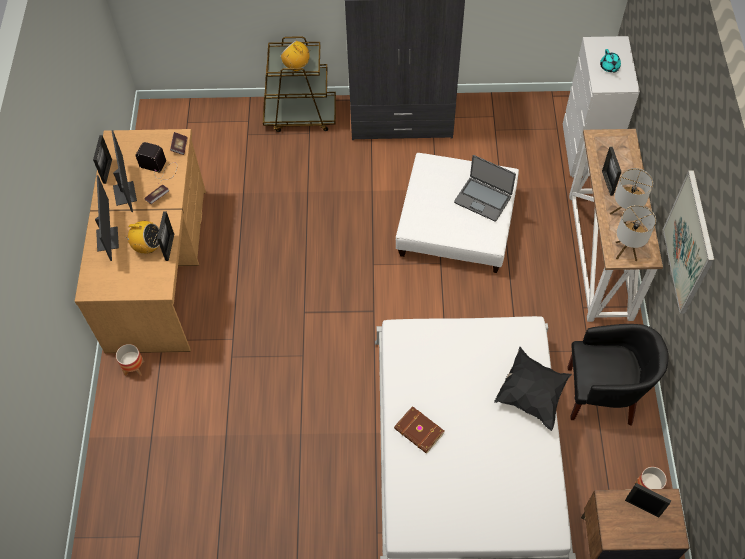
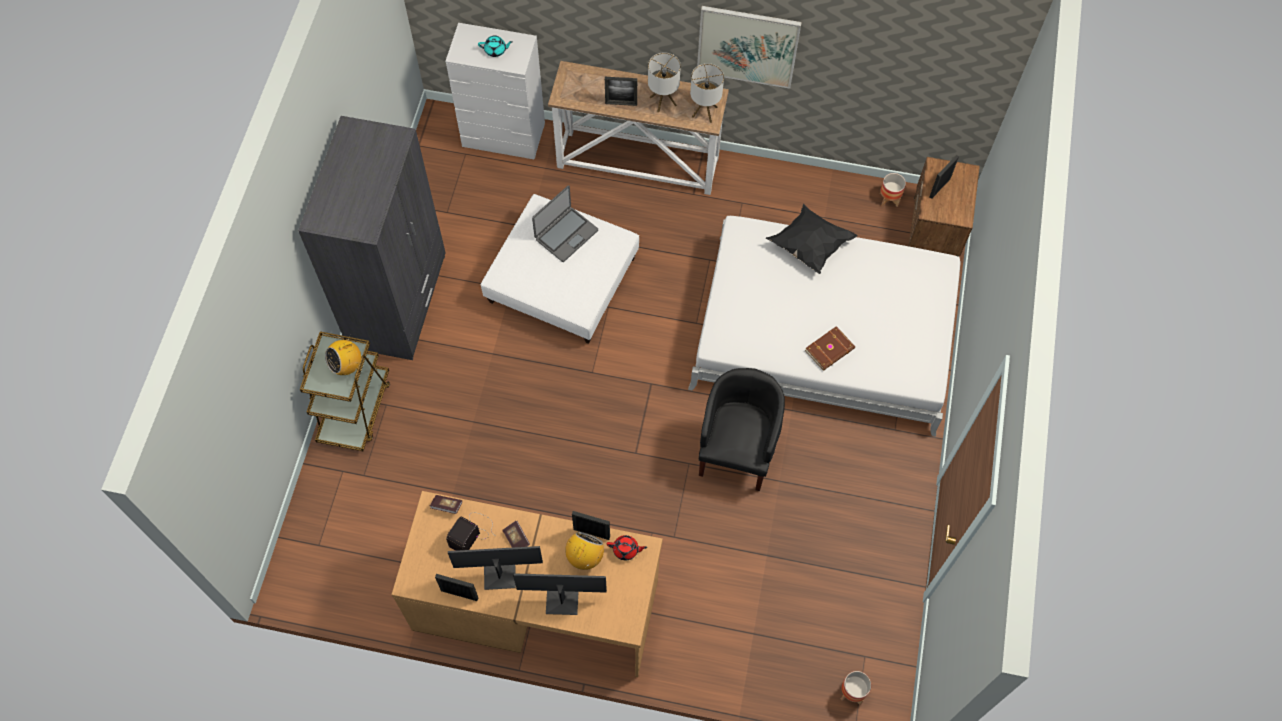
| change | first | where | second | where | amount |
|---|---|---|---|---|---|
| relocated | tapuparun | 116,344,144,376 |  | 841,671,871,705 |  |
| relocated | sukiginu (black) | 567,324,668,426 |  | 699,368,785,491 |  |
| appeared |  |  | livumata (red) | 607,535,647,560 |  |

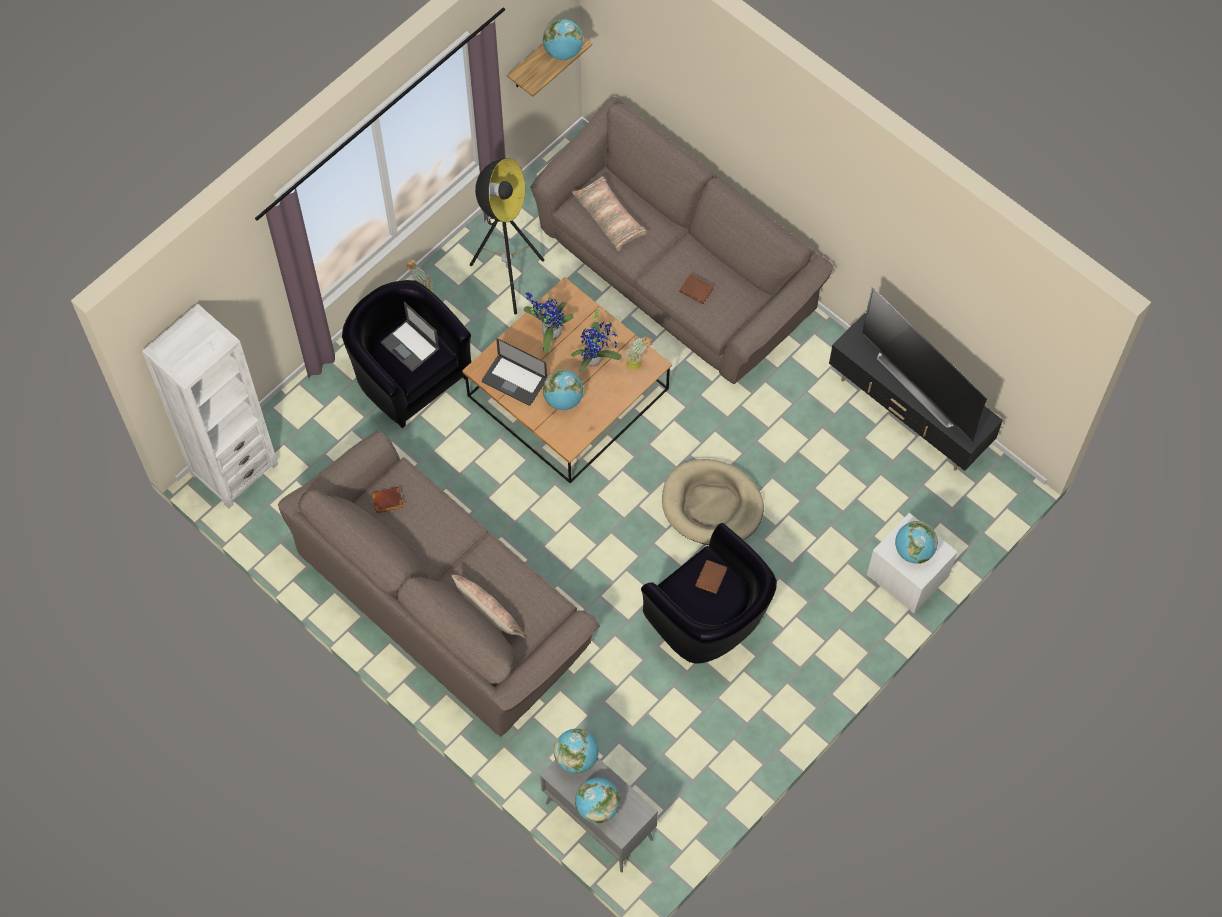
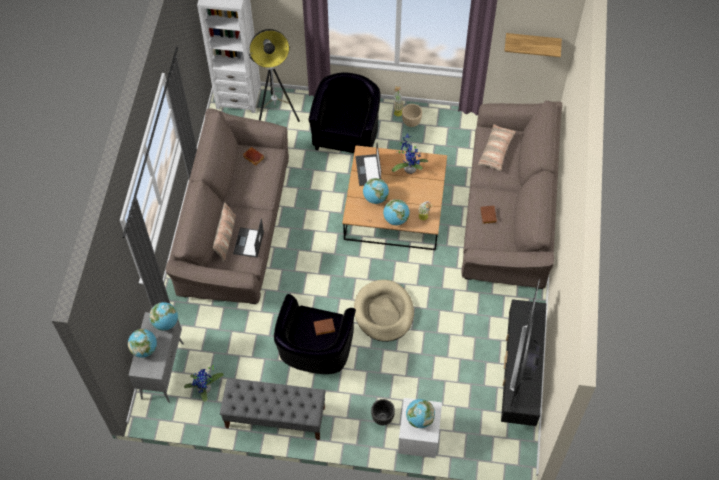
| change | first | where | second | where | amount |
|---|---|---|---|---|---|
| relocated | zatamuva | 381,302,440,372 |  | 233,218,264,258 |  |
| relocated | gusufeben | 470,158,544,315 |  | 248,29,300,122 |  |
| relocated | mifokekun | 543,19,583,60 |  | 383,199,409,225 |  |
| relocated | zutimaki | 571,306,622,373 |  | 184,365,224,402 |  |
| appeared |  |  | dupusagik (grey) | 220,378,326,440 |  |
| appeared |  |  | tapuparun (black) | 371,399,395,425 |  |
| appeared |  |  | tapuparun (beige) | 402,104,422,127 |  |

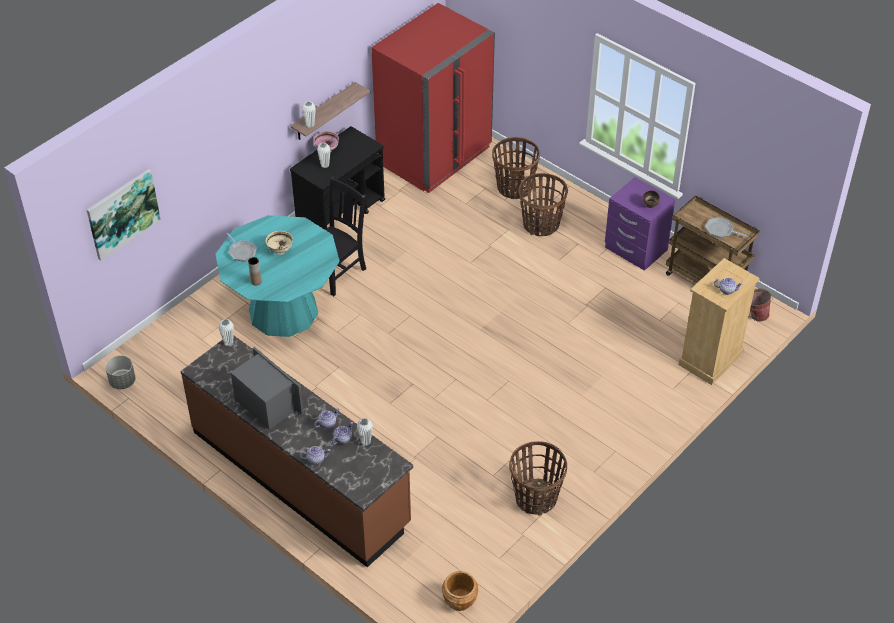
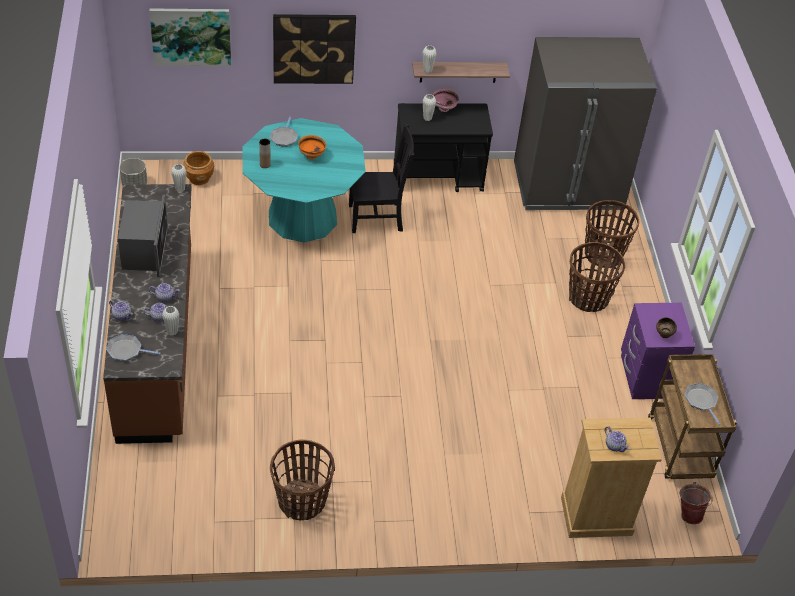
| change | first | where | second | where | amount |
|---|---|---|---|---|---|
| colour | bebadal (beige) | 266,231,293,255 | bebadal (orange) | 298,135,326,159 |  |
| colour | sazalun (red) | 371,3,495,193 | sazalun (grey) | 514,37,657,210 |  |
| relocated | tapuparun (brown) | 442,571,478,611 |  | 183,151,214,185 |  |
| appeared |  |  | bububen | 106,334,161,361 |  |
| appeared |  |  | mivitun | 273,14,356,84 |  |

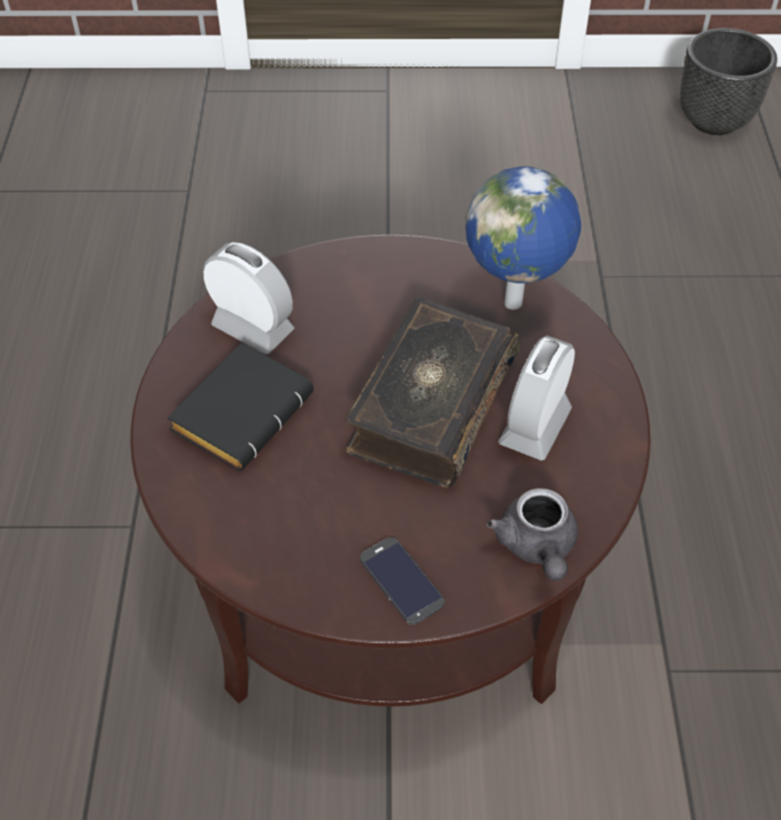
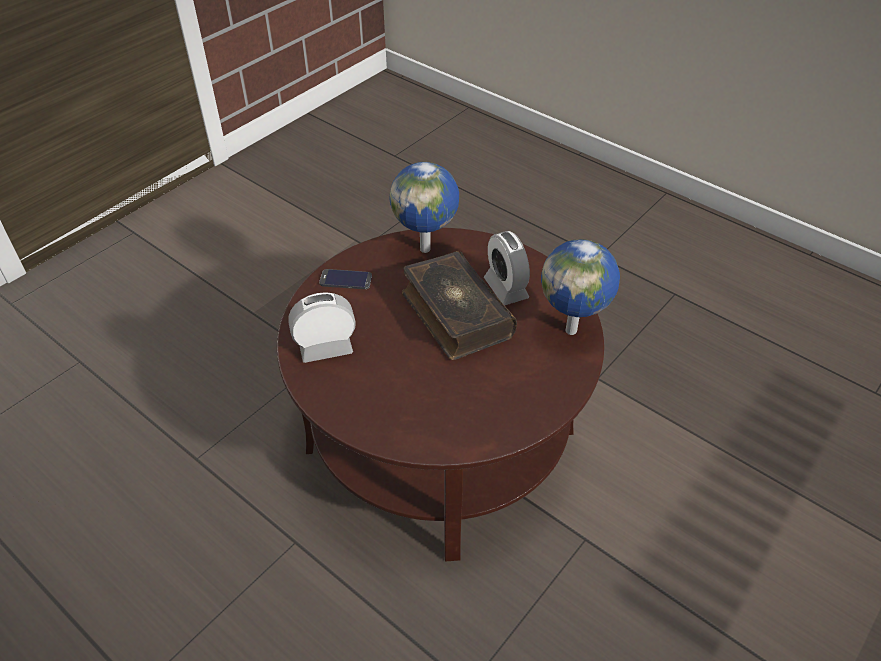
| change | first | where | second | where | amount |
|---|---|---|---|---|---|
| missing | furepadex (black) | 167,342,314,471 |  |  |  |
| relocated | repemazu | 360,537,445,625 |  | 319,269,372,289 |  |
| exchanged | livumata (grey) | 487,488,578,581 | mifokekun | 541,239,620,335 |  |
| missing | tapuparun (black) | 680,28,777,135 |  |  |  |

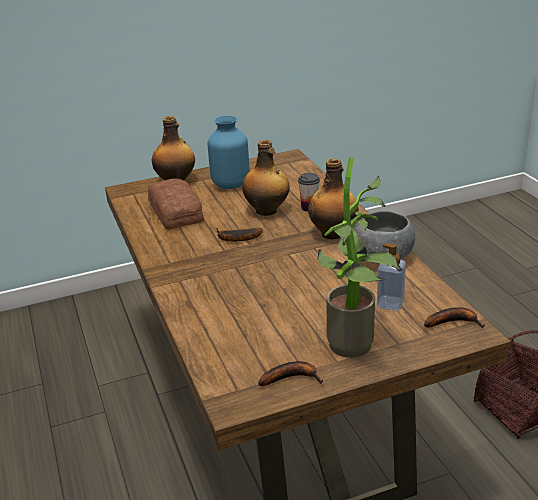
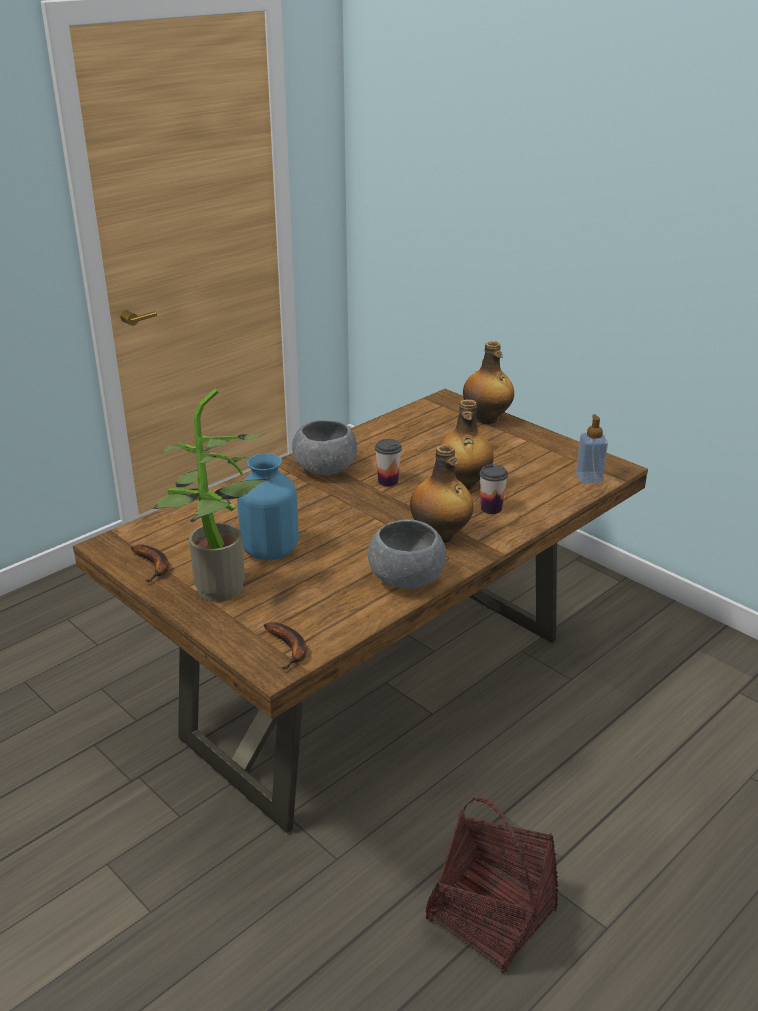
| change | first | where | second | where | amount |
|---|---|---|---|---|---|
| missing | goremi | 148,178,204,230 |  |  |  |
| relocated | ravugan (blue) | 207,116,250,189 |  | 237,453,299,561 |  |
| exchanged | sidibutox | 216,228,263,242 | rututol | 375,439,402,486 |  |
| relocated | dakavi | 377,244,406,311 |  | 576,414,608,483 |  |
| appeared |  |  | bebadal (grey) | 292,420,357,475 |  |

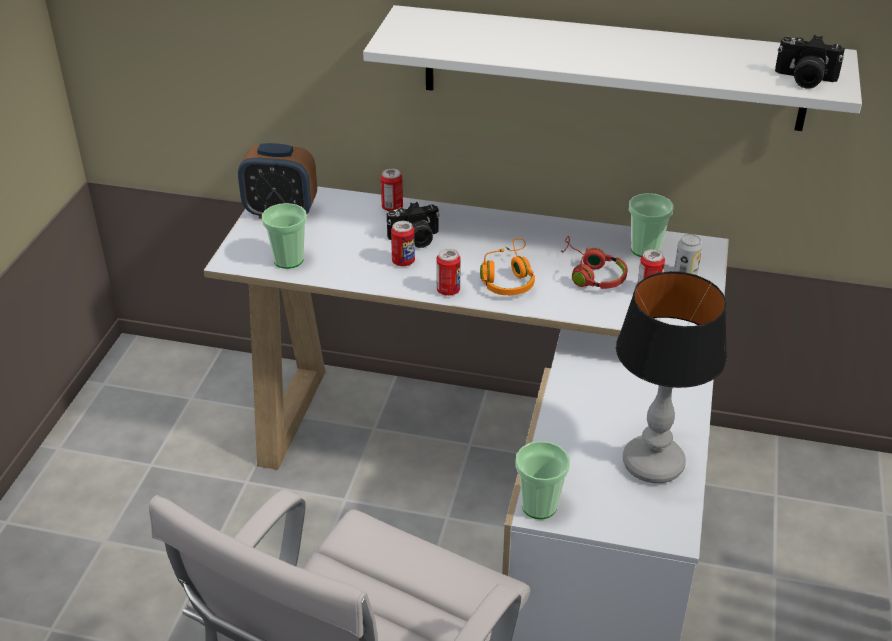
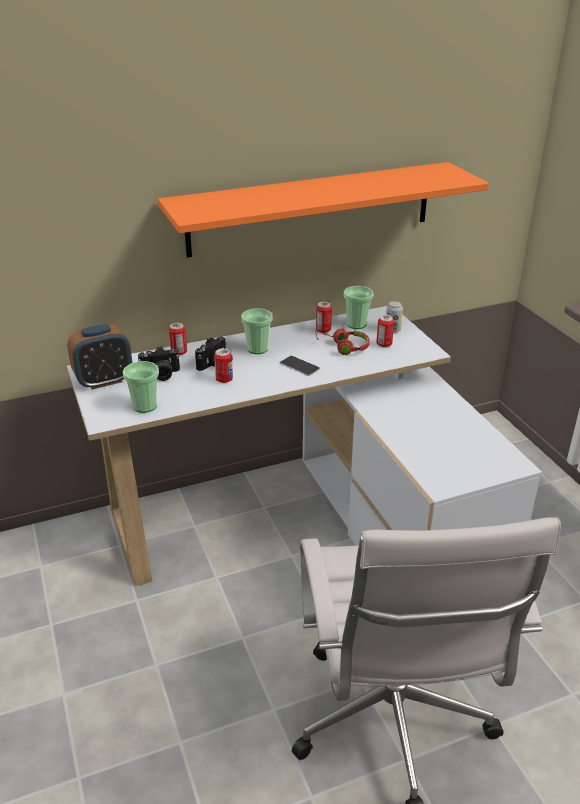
| change | first | where | second | where | amount |
|---|---|---|---|---|---|
| colour | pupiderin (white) | 363,5,862,131 | pupiderin (orange) | 158,162,489,258 |  |
| relocated | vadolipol | 436,249,461,296 |  | 316,302,332,333 |  |
| exchanged | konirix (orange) | 480,238,535,295 | repemazu | 280,356,320,376 |  |
| relocated | rututol | 515,441,570,519 |  | 241,308,273,354 |  |
| missing | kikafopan | 616,271,727,483 |  |  |  |
| relocated | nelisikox | 775,35,845,89 |  | 138,346,180,381 |  |

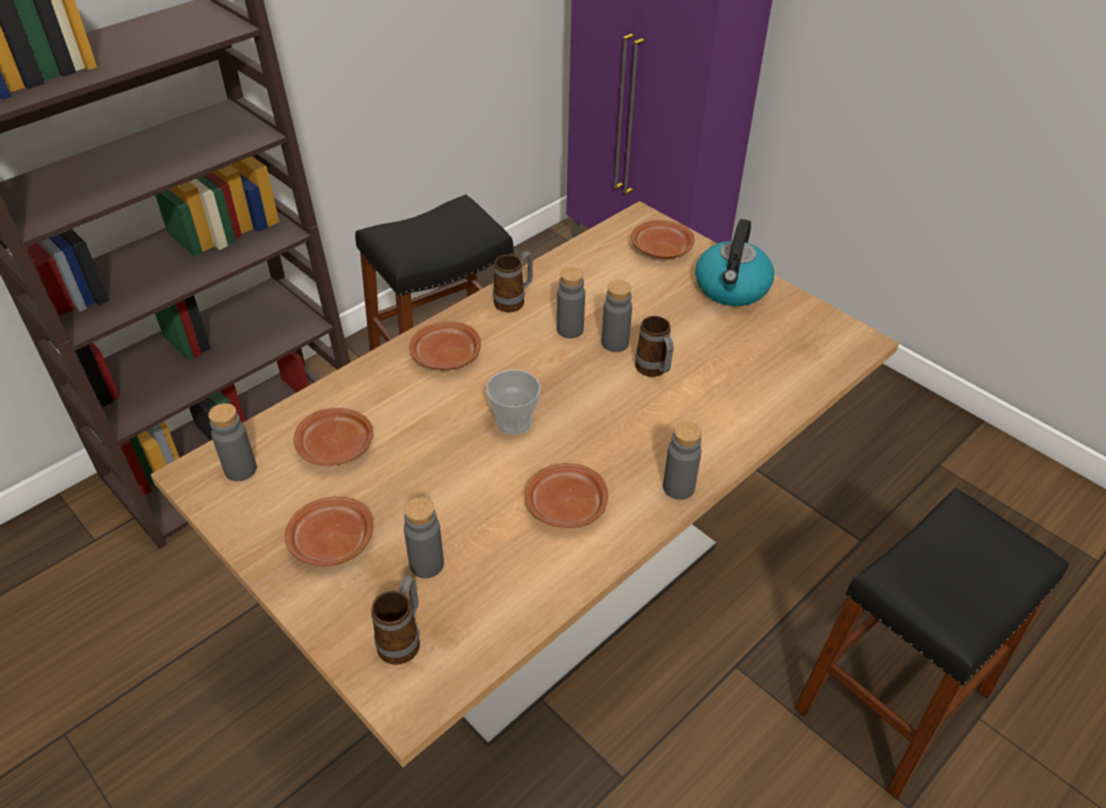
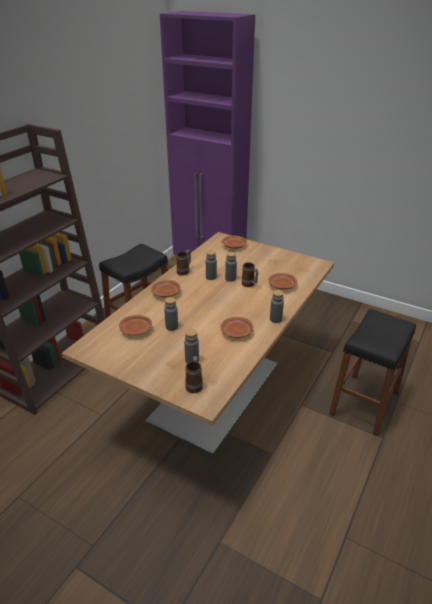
| change | first | where | second | where | amount |
|---|---|---|---|---|---|
| relocated | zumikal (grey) | 208,403,257,481 |  | 164,297,178,331 |  |
| relocated | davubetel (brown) | 284,497,373,566 |  | 268,273,297,290 |  |
| missing | rututol | 486,370,541,435 |  |  |  |
| missing | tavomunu | 695,219,774,306 |  |  |  |

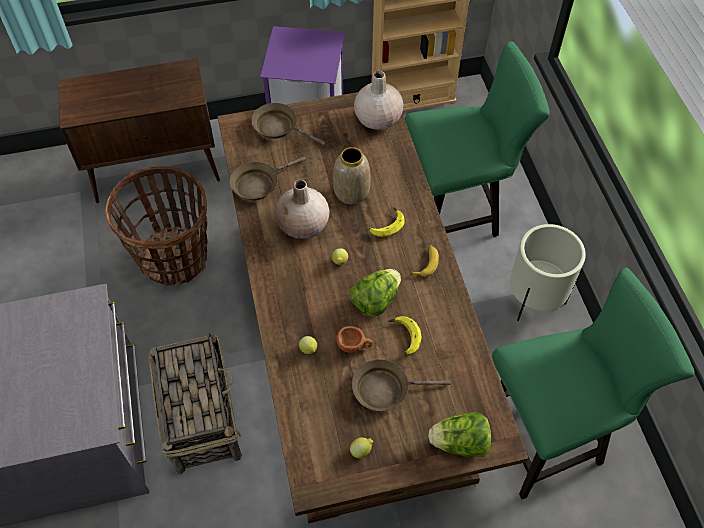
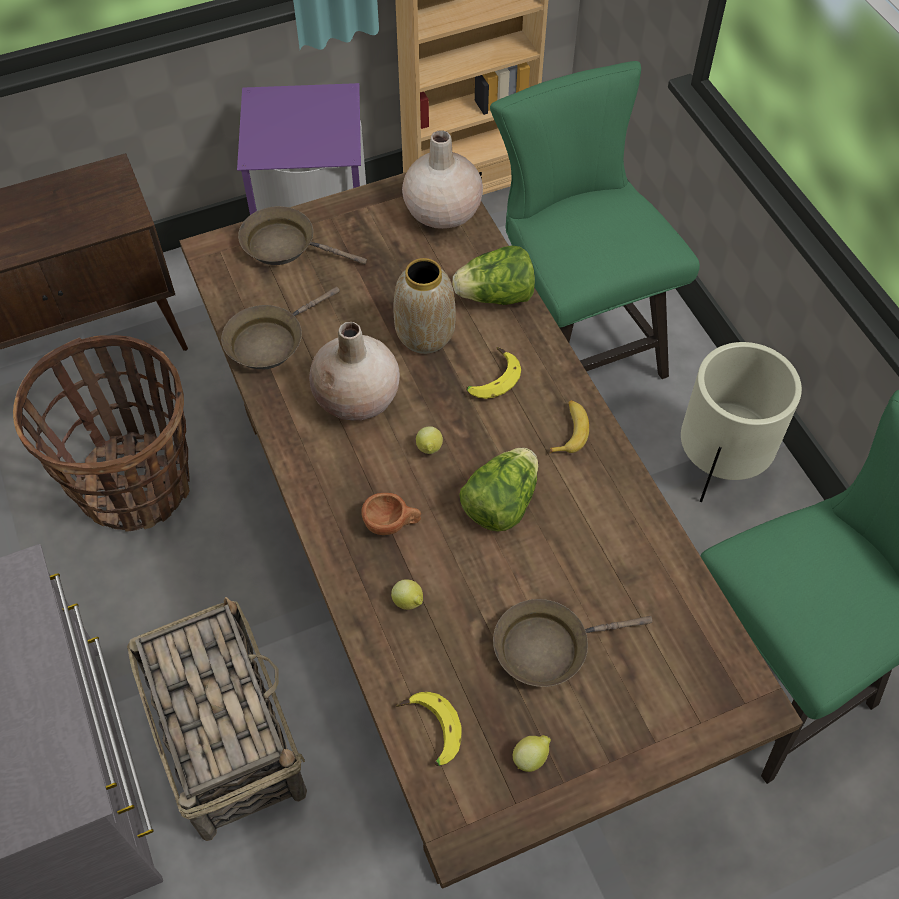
| change | first | where | second | where | amount |
|---|---|---|---|---|---|
| relocated | rututol (brown) | 336,326,373,353 |  | 361,493,421,535 |  |
| relocated | sidibutox | 387,316,422,355 |  | 396,692,462,766 |  |
| spun | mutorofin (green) | 405,41,550,237 |  | 490,61,700,379 | 90 degrees counterclockwise |
| relocated | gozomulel | 428,412,491,457 |  | 453,245,535,305 |  |

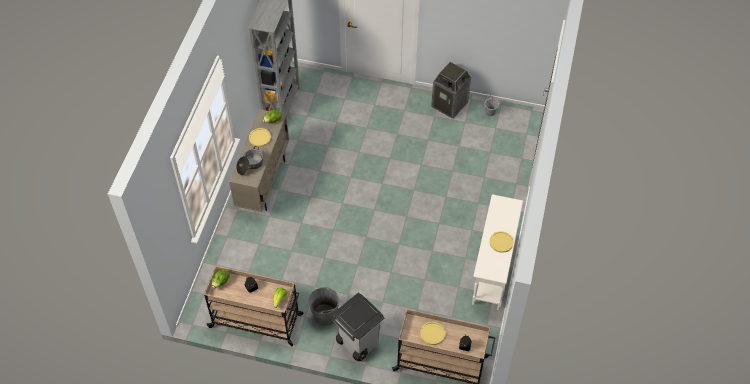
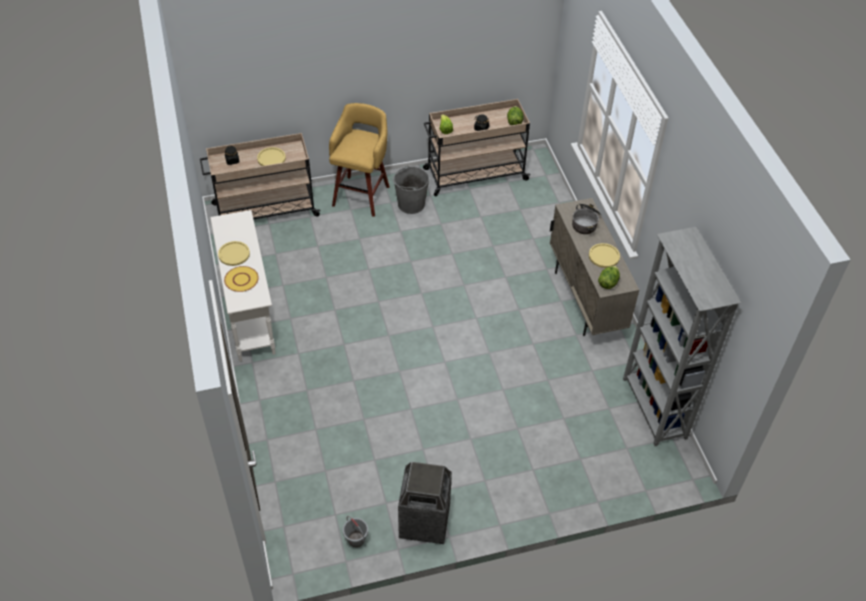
| change | first | where | second | where | amount |
|---|---|---|---|---|---|
| exchanged | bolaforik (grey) | 331,293,384,361 | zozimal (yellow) | 329,103,390,217 |  |
| appeared |  |  | davubetel (yellow) | 224,266,259,292 |  |

